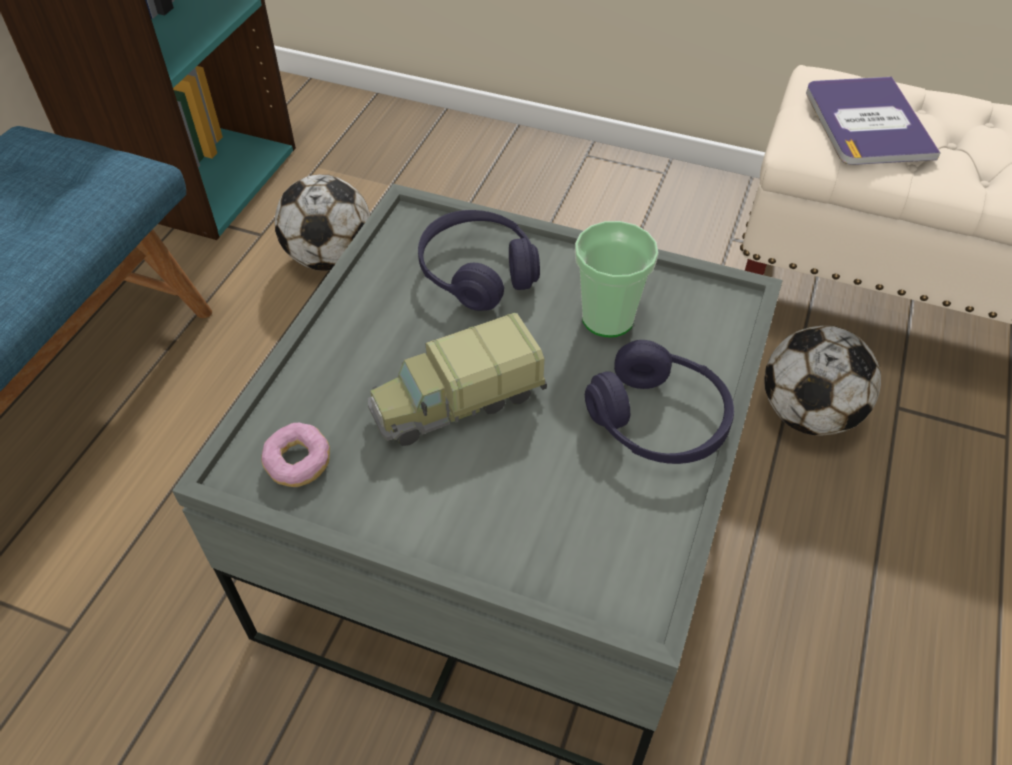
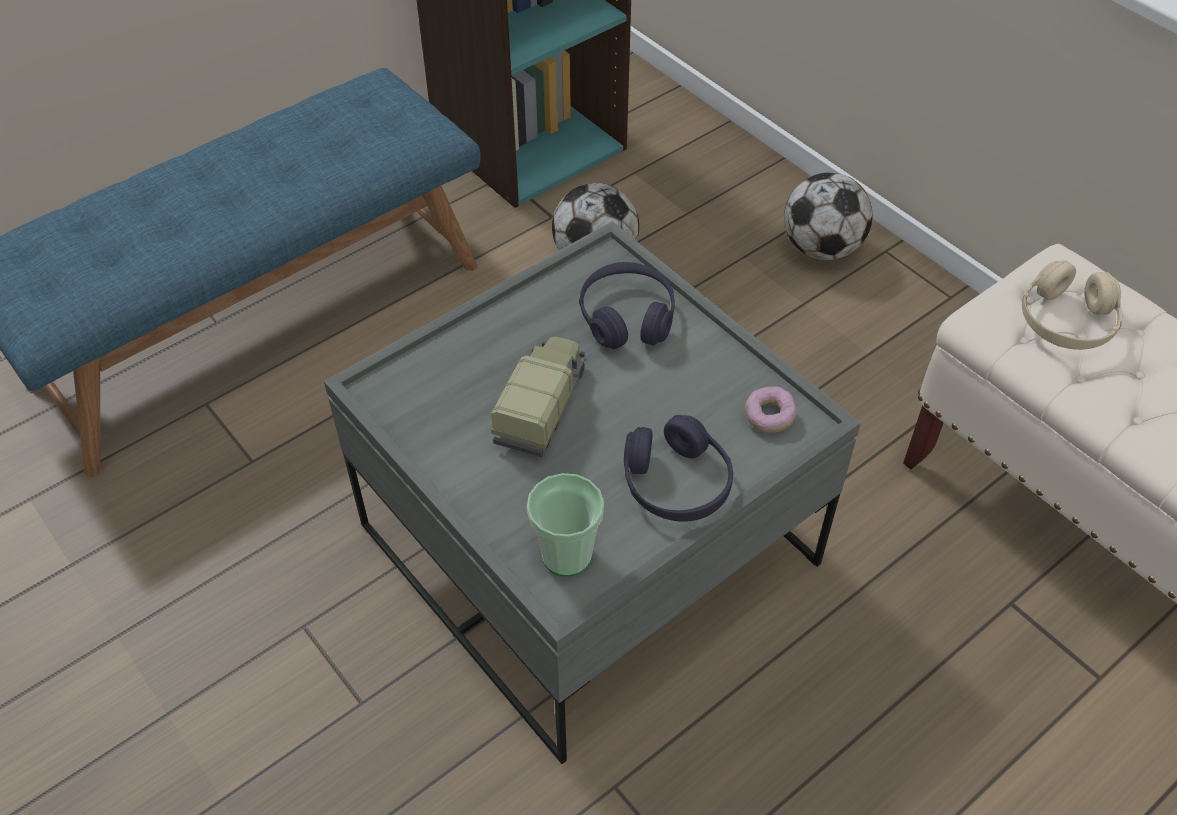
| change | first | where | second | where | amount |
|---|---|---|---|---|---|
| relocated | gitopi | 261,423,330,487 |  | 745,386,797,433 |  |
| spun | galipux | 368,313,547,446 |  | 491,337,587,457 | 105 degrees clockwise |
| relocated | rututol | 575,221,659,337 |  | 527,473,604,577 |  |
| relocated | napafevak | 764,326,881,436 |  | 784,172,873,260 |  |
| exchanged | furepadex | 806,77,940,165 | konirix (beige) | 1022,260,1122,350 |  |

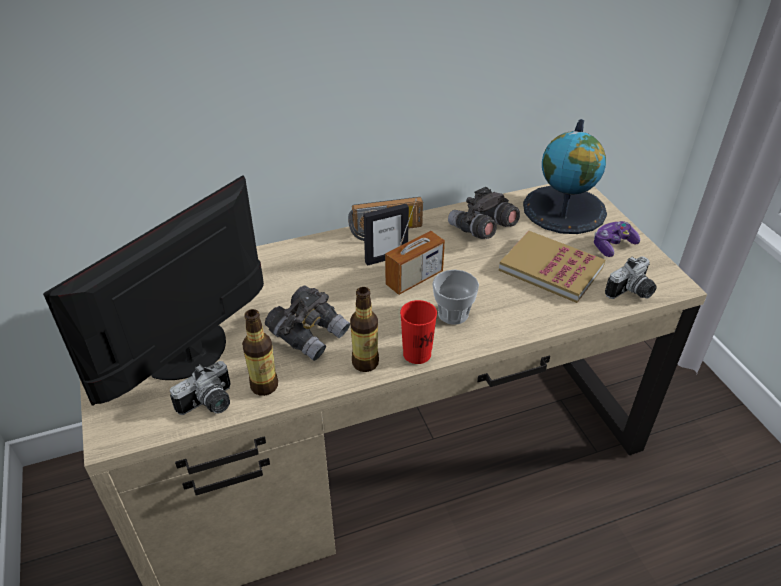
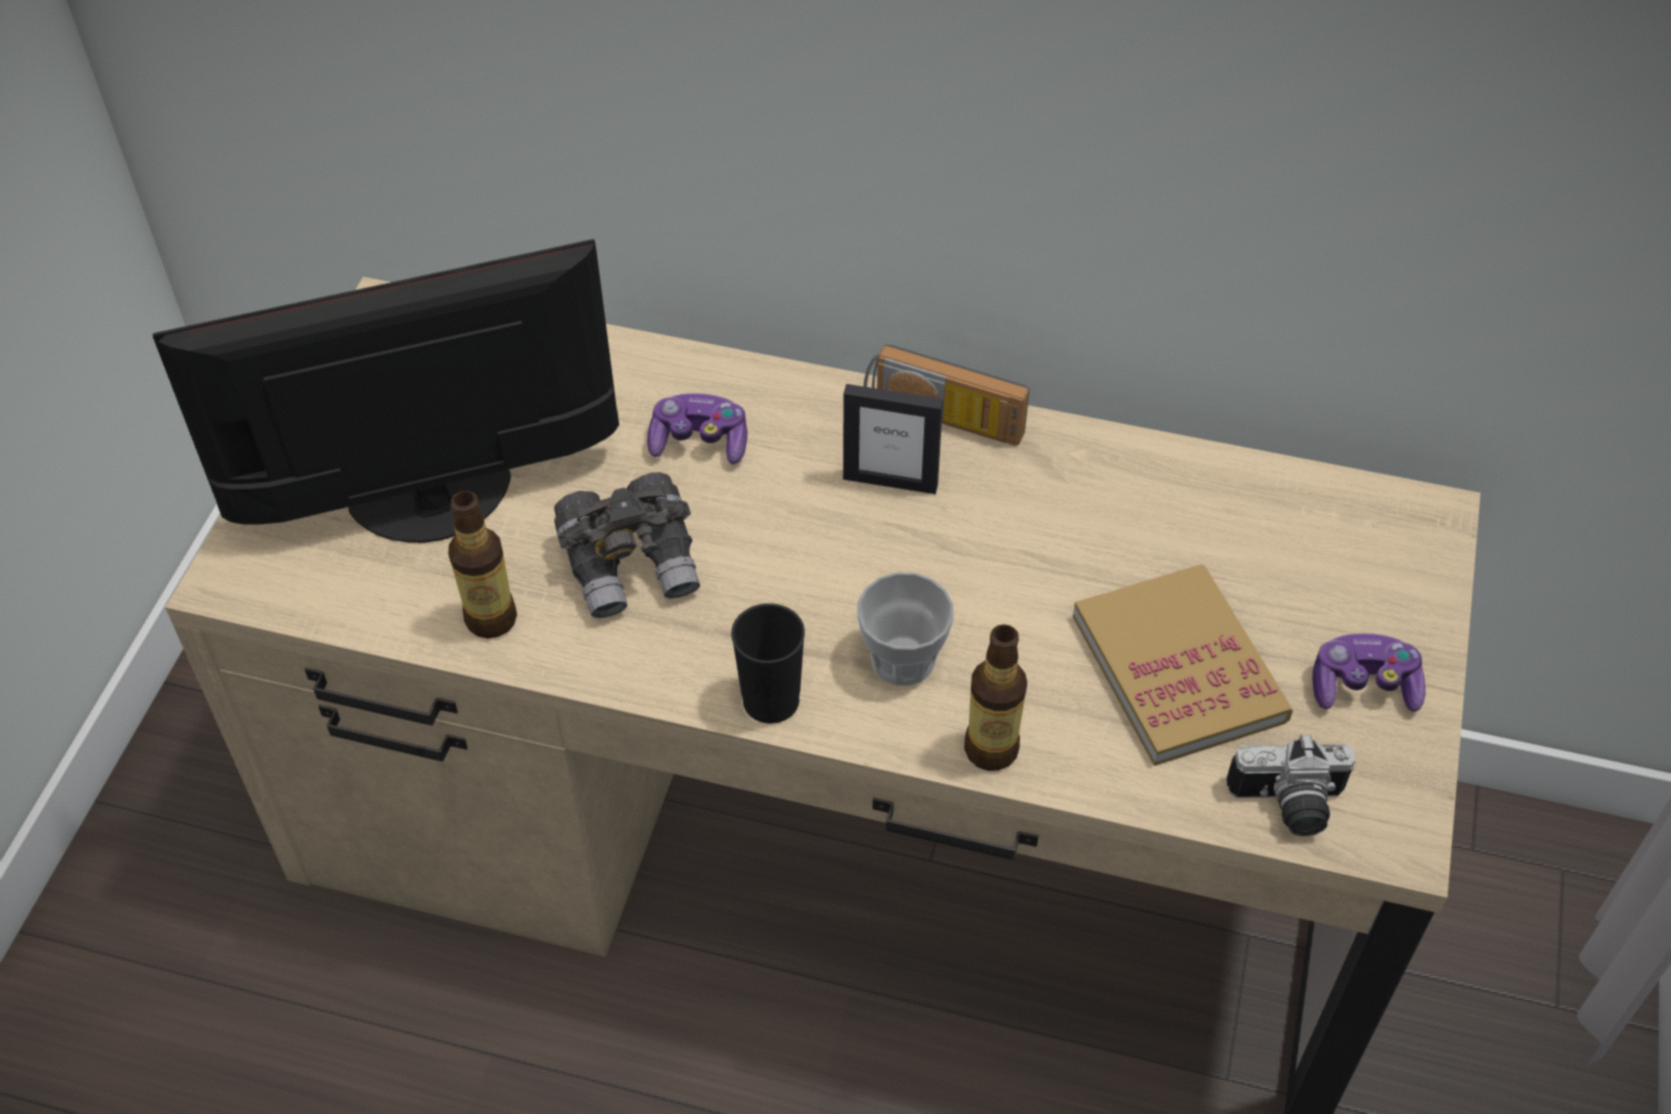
| change | first | where | second | where | amount |
|---|---|---|---|---|---|
| missing | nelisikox | 170,361,231,415 |  |  |  |
| relocated | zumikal | 350,287,379,372 |  | 964,624,1027,771 |  |
| missing | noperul | 385,198,445,295 |  |  |  |
| colour | rututol (red) | 400,300,437,364 | rututol (black) | 731,603,805,723 |  |
| missing | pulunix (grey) | 448,187,520,239 |  |  |  |
| missing | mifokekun | 523,119,607,234 |  |  |  |
| appeared |  |  | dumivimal | 647,393,747,464 |  |

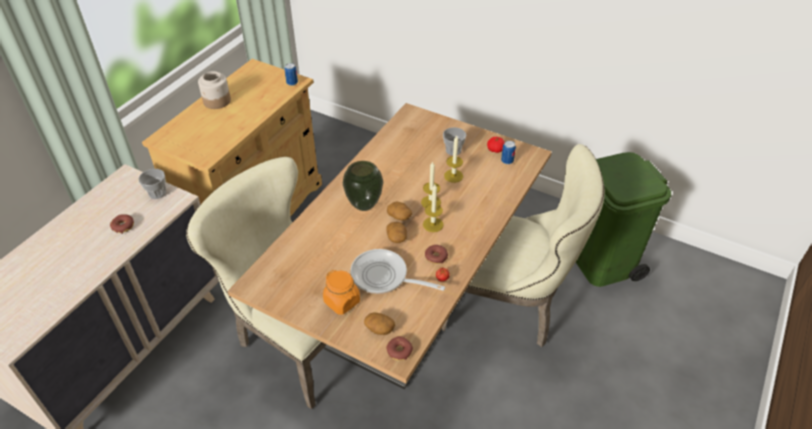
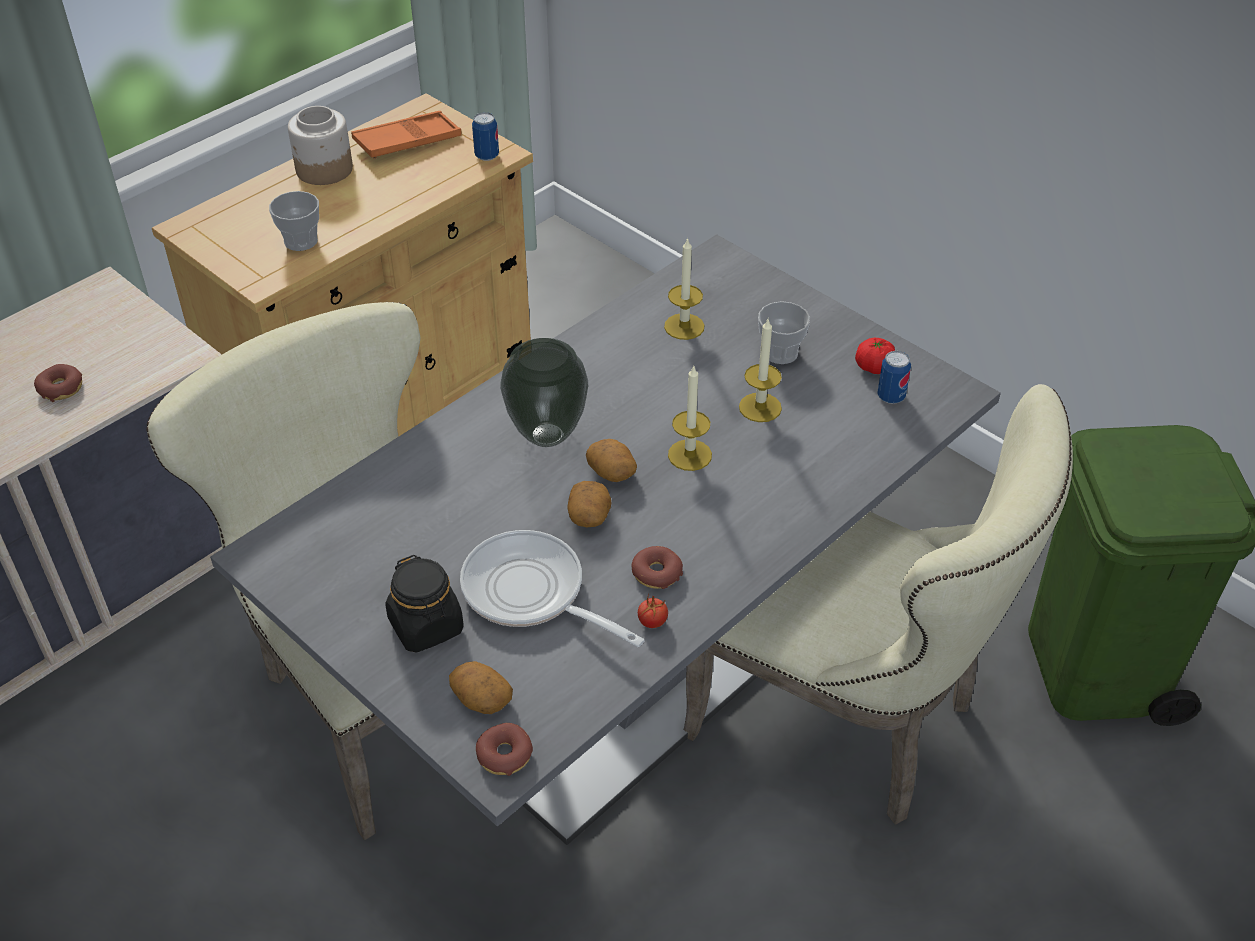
| change | first | where | second | where | amount |
|---|---|---|---|---|---|
| relocated | rututol | 139,169,166,199 |  | 269,191,319,251 |  |
| colour | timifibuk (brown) | 228,103,552,389 | timifibuk (grey) | 210,234,1001,845 |  |
| colour | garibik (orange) | 323,270,360,315 | garibik (black) | 385,555,464,653 |  |
| relocated | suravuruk | 423,184,444,232 |  | 664,238,704,340 |  |
| appeared |  |  | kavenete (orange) | 351,111,461,159 |  |

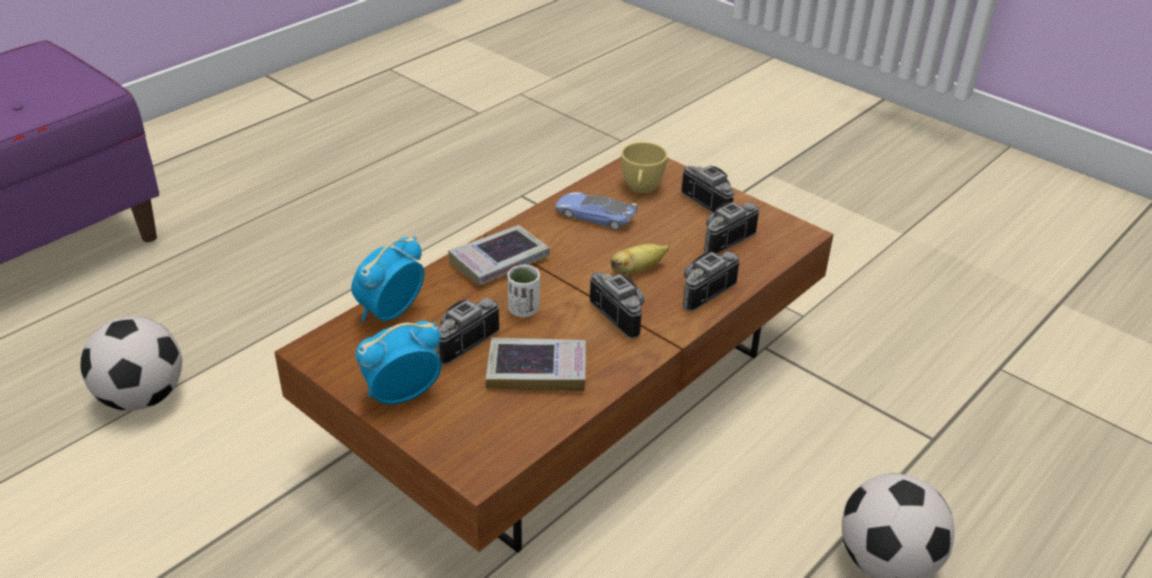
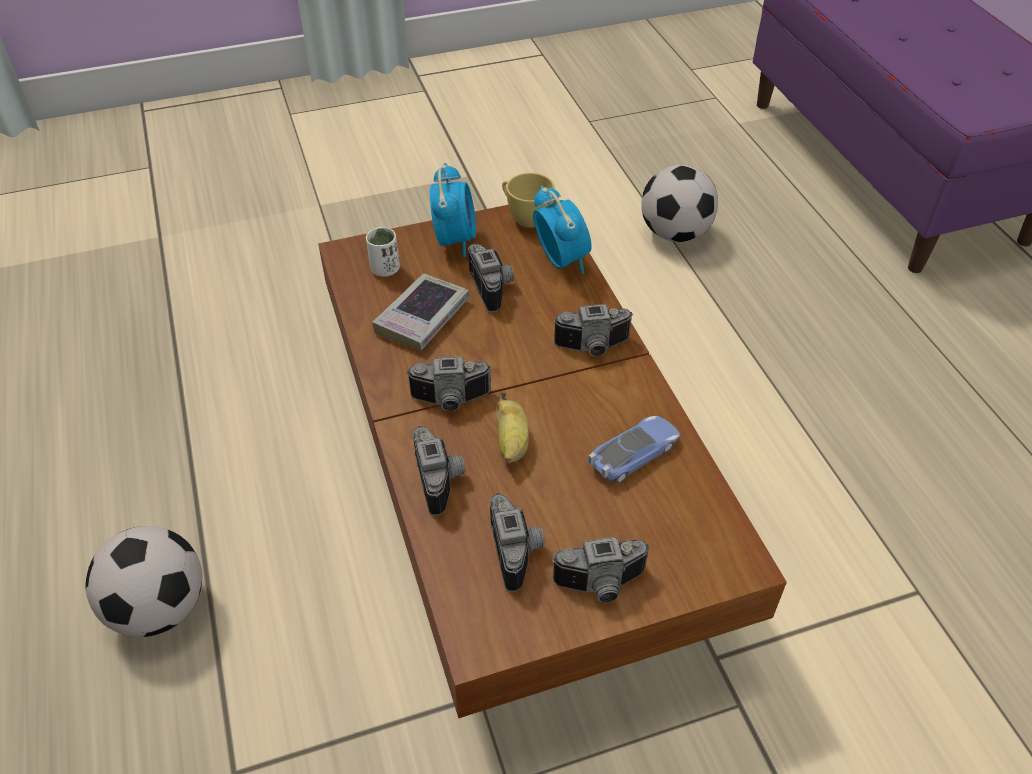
| change | first | where | second | where | amount |
|---|---|---|---|---|---|
| exchanged | furepadex | 448,225,550,285 | nelisikox | 553,304,633,356 |  |
| relocated | rututol (white) | 508,265,540,317 |  | 366,227,400,277 |  |
| relocated | rututol (yellow) | 621,142,668,193 |  | 502,173,555,228 |  |

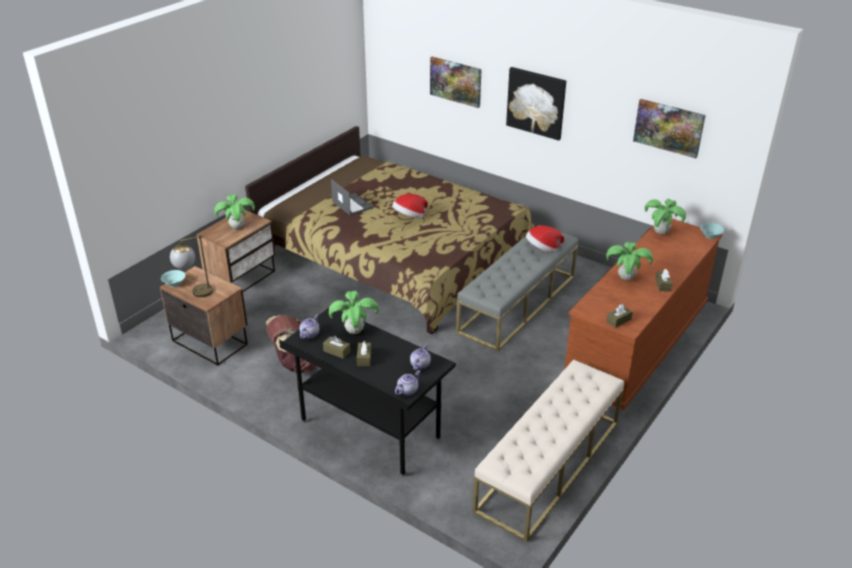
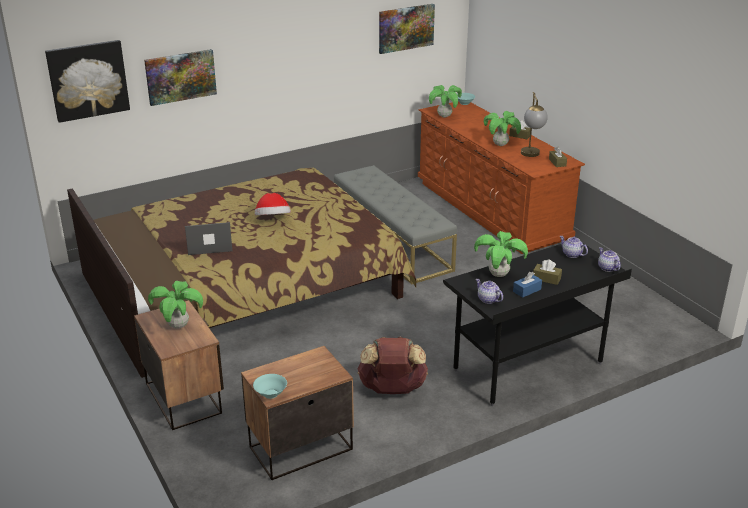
| change | first | where | second | where | amount |
|---|---|---|---|---|---|
| relocated | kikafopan | 170,235,213,298 |  | 521,92,548,157 |  |
| colour | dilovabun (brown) | 323,336,351,359 | dilovabun (blue) | 513,272,542,298 |  |
| missing | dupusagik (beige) | 473,360,624,542 |  |  |  |
| relocated | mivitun | 506,67,566,140 |  | 45,40,130,123 |  |
| missing | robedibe | 526,225,564,253 |  |  |  |

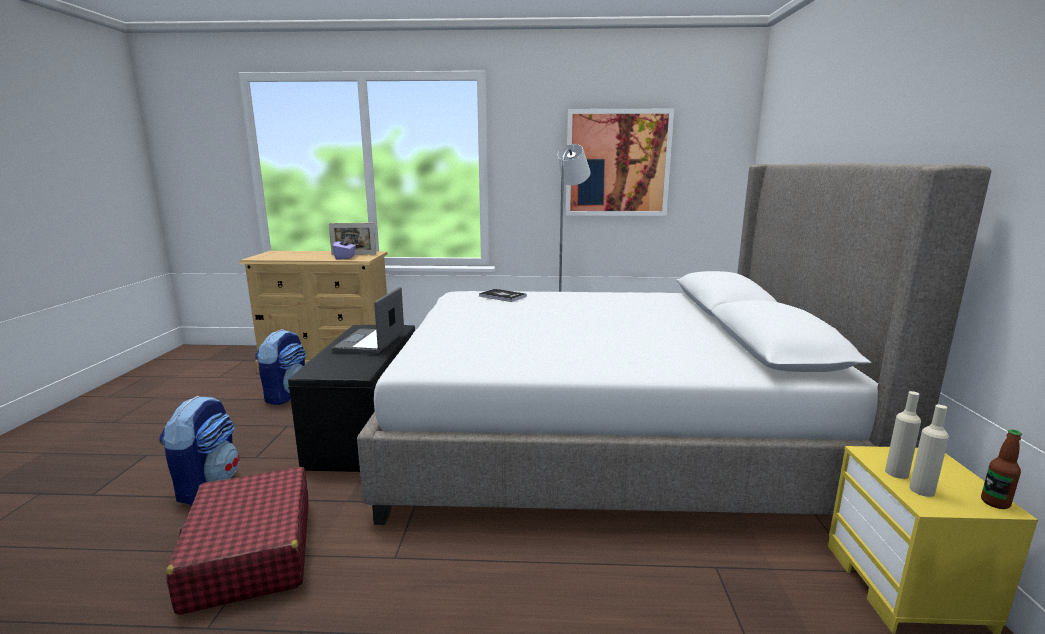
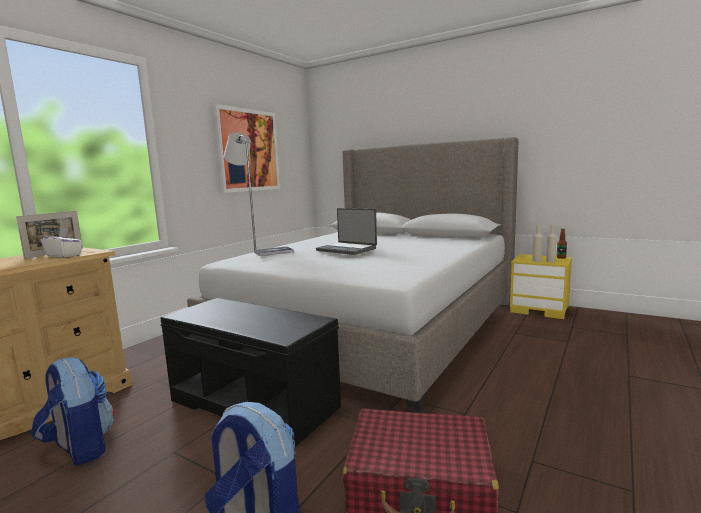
| change | first | where | second | where | amount |
|---|---|---|---|---|---|
| colour | dilovabun (purple) | 332,237,356,259 | dilovabun (white) | 41,228,83,258 |  |
| relocated | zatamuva | 332,287,404,354 |  | 316,208,377,255 |  |

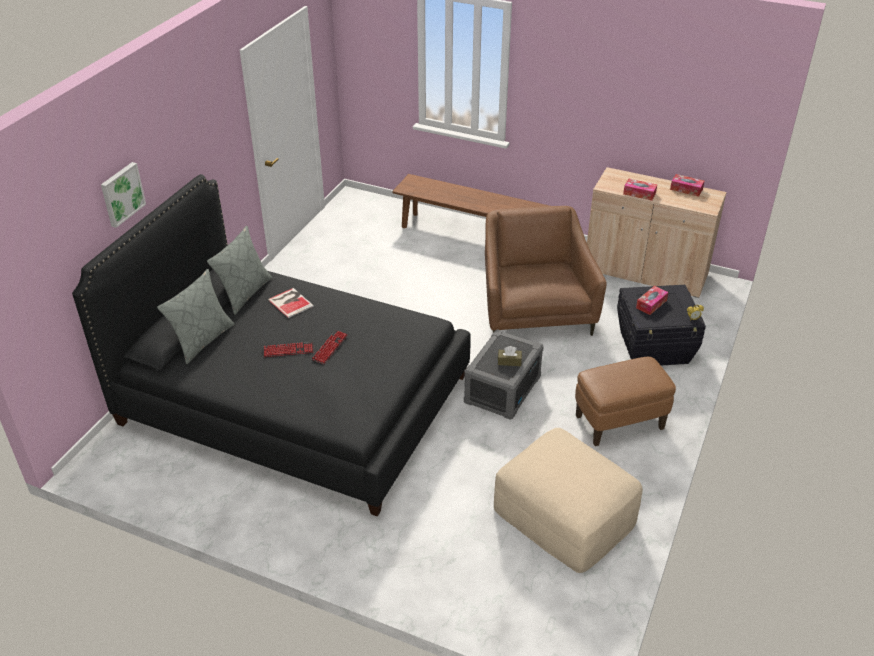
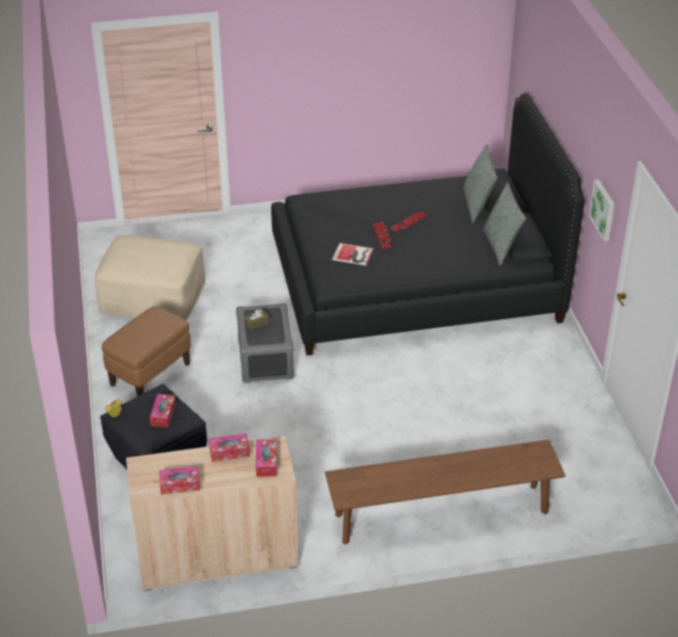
| change | first | where | second | where | amount |
|---|---|---|---|---|---|
| relocated | mivitun | 101,162,146,228 |  | 589,180,615,241 |  |
| relocated | furepadex | 268,288,314,318 |  | 332,243,373,266 |  |
| missing | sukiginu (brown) | 485,206,606,336 |  |  |  |
| appeared |  |  | dilovabun | 256,439,277,477 |  |

